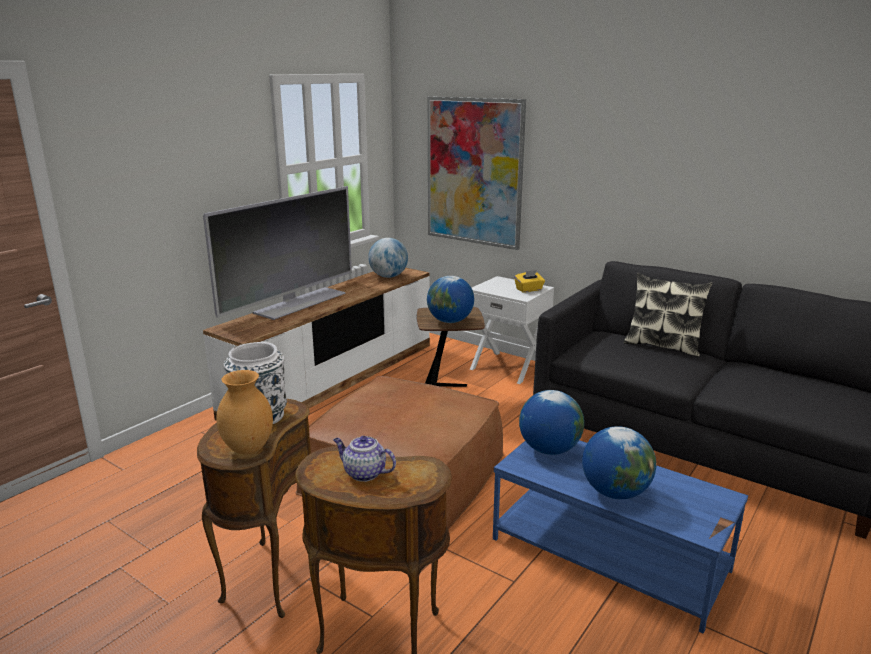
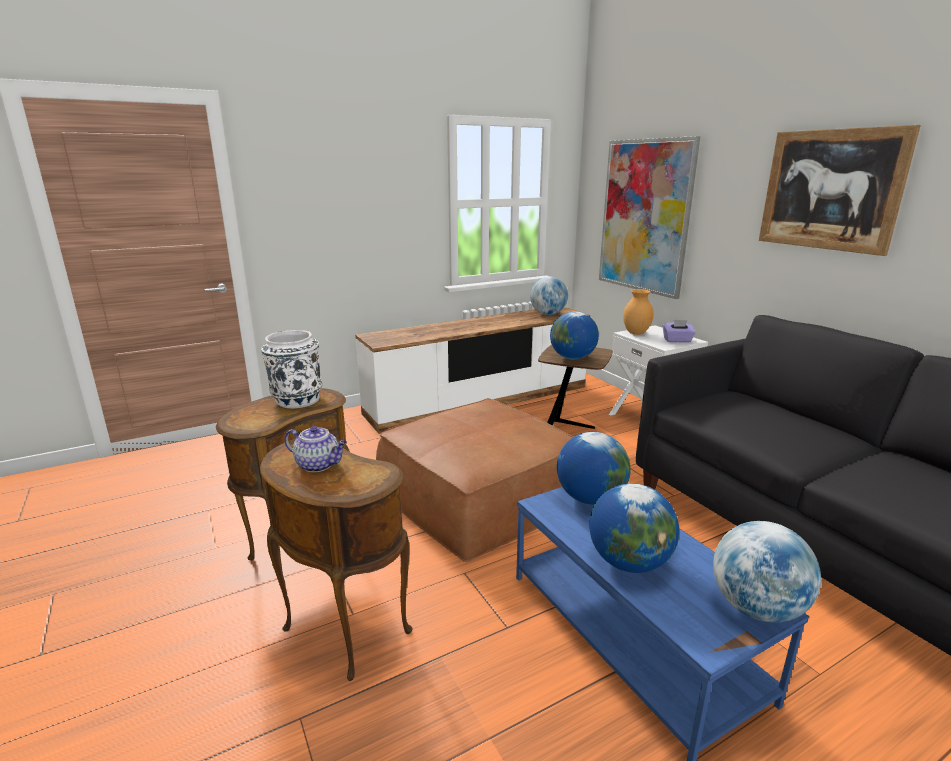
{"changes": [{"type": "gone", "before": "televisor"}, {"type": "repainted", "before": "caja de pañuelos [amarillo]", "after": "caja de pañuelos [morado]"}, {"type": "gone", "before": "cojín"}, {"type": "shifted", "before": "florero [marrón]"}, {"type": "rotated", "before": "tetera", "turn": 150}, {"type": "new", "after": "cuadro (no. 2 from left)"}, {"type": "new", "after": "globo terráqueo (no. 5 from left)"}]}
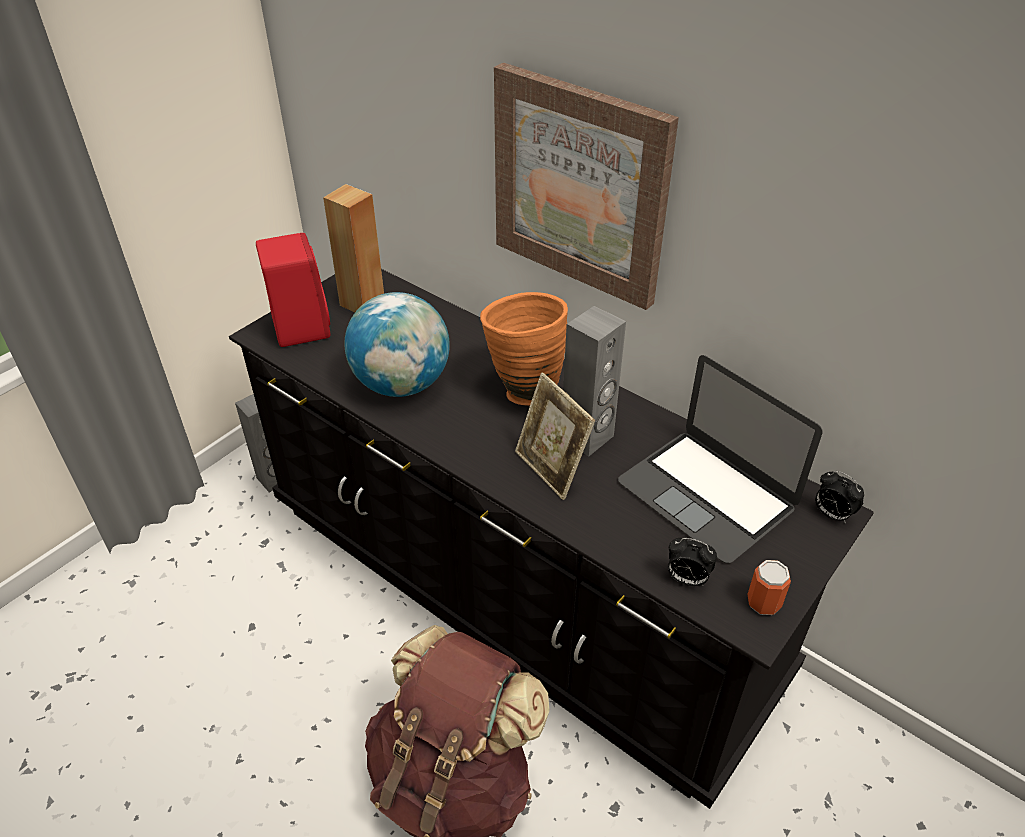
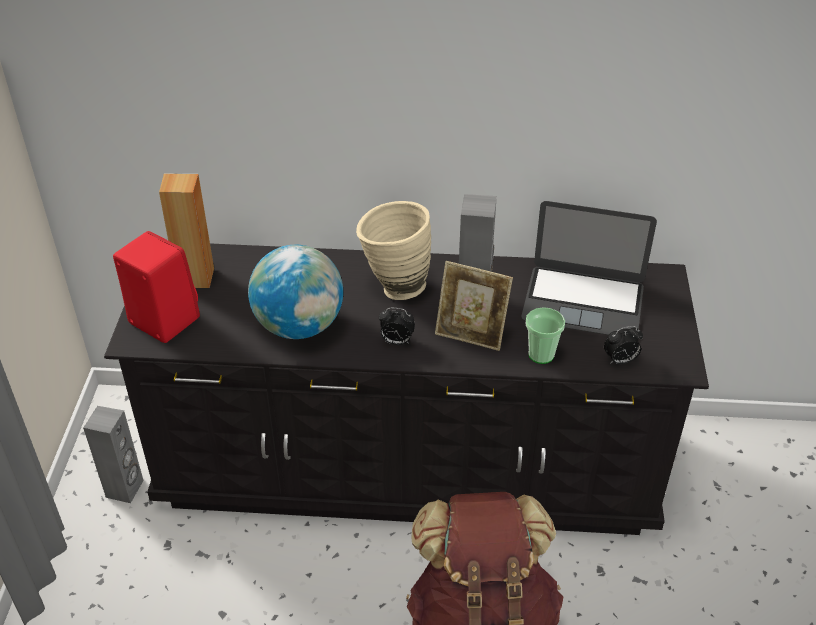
{"changes": [{"type": "gone", "before": "cuadro"}, {"type": "repainted", "before": "florero [naranja]", "after": "florero [beis]"}, {"type": "shifted", "before": "despertador (no. 2 from left in the first image)", "after": "despertador (no. 1 from left)"}, {"type": "gone", "before": "lata"}, {"type": "new", "after": "taza"}]}
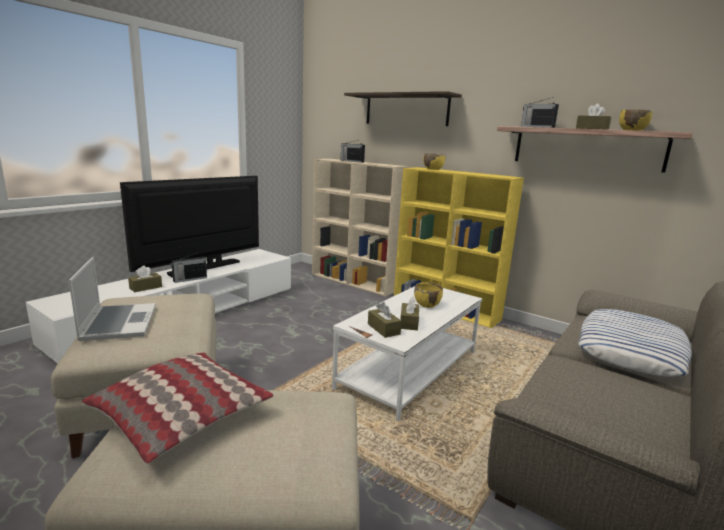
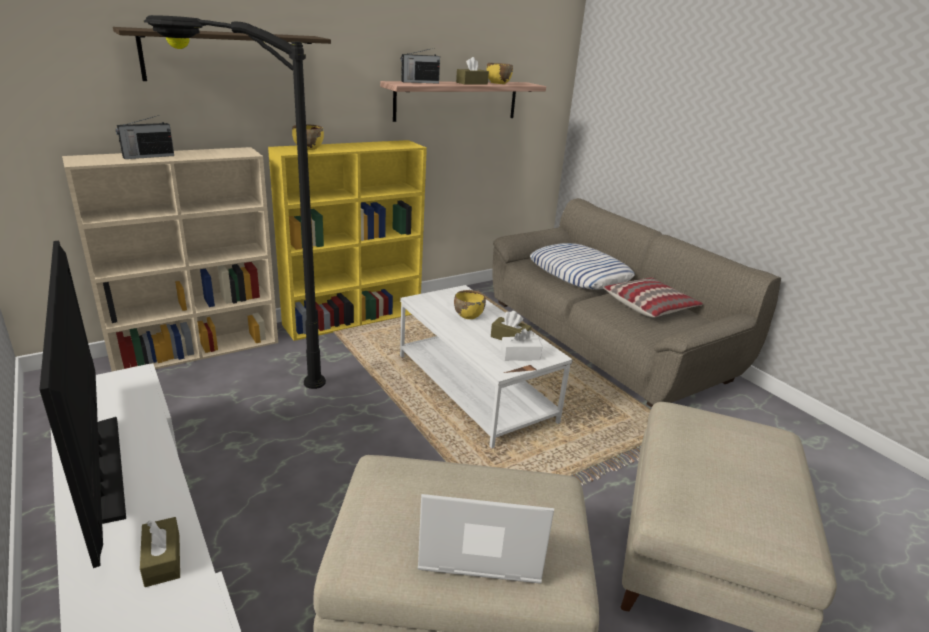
{"changes": [{"type": "gone", "before": "radio (no. 1 from left)"}, {"type": "repainted", "before": "caja de pañuelos [marrón] (no. 2 from left)", "after": "caja de pañuelos [blanco]"}, {"type": "shifted", "before": "cojín (no. 1 from left in the first image)", "after": "cojín (no. 2 from left)"}, {"type": "new", "after": "lámpara de pie [negro]"}]}
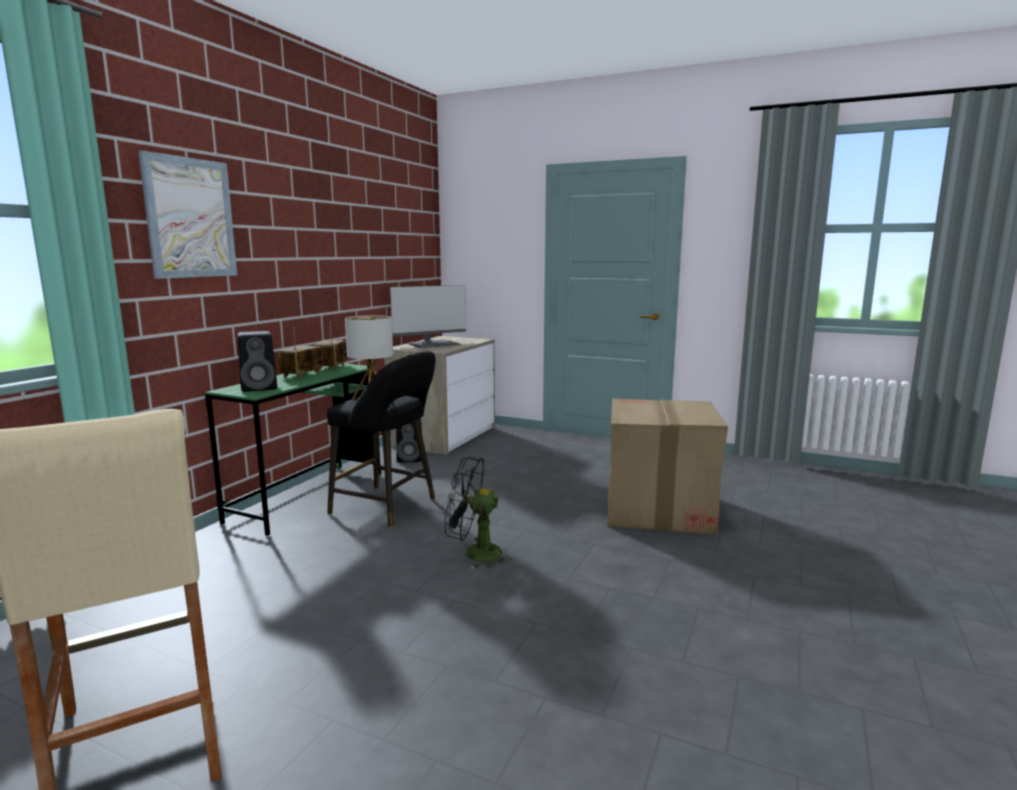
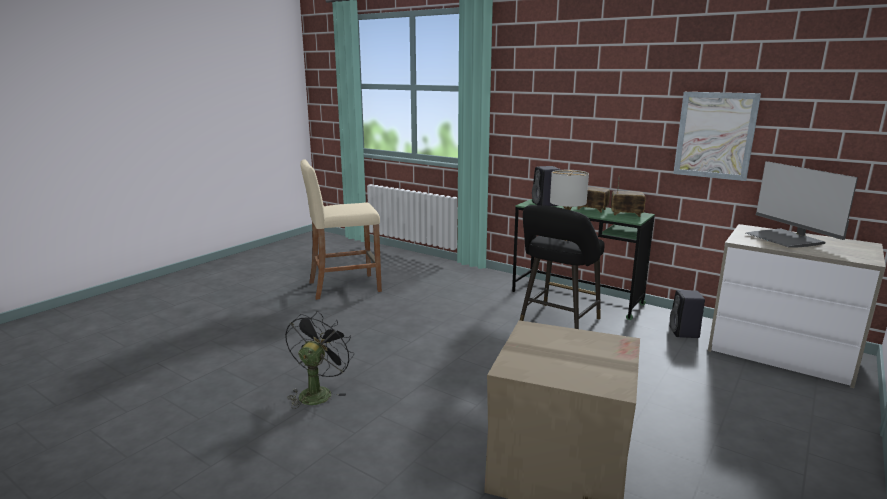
{"changes": [{"type": "shifted", "before": "cuadro"}, {"type": "shifted", "before": "ventilador [negro]"}]}
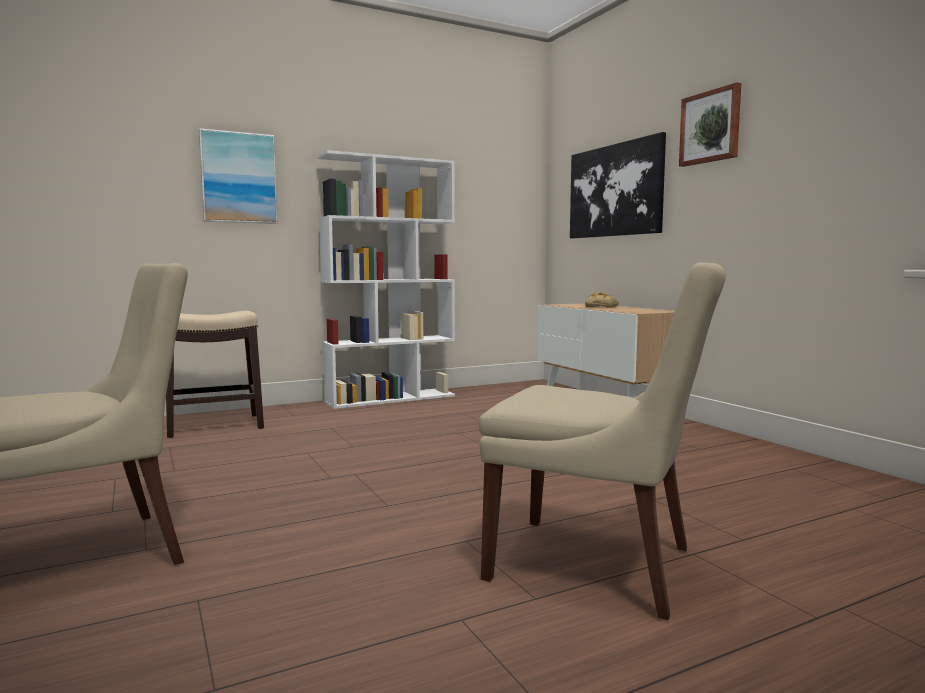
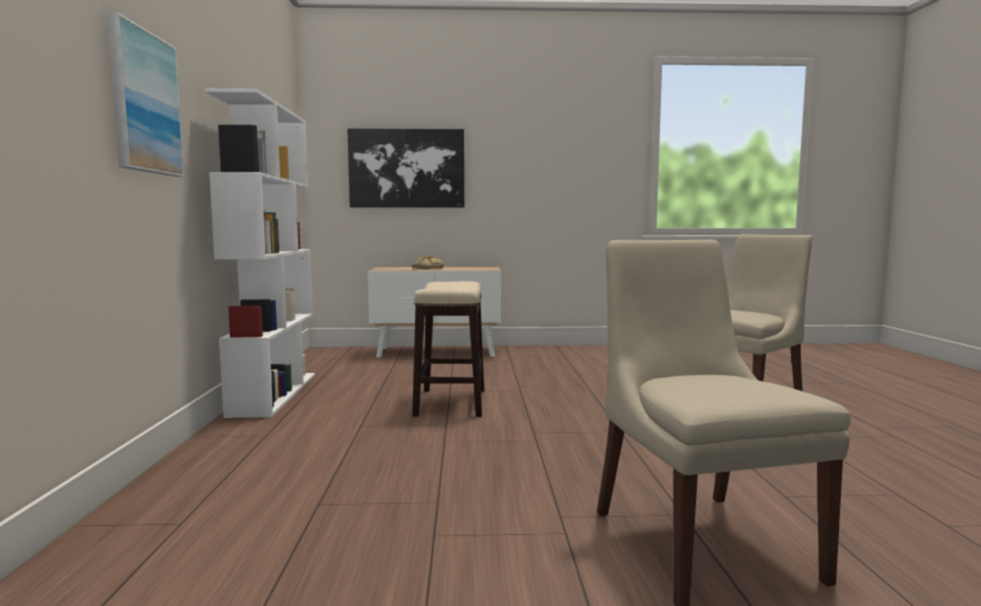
{"changes": [{"type": "gone", "before": "cuadro (no. 3 from left)"}, {"type": "shifted", "before": "taburete"}]}
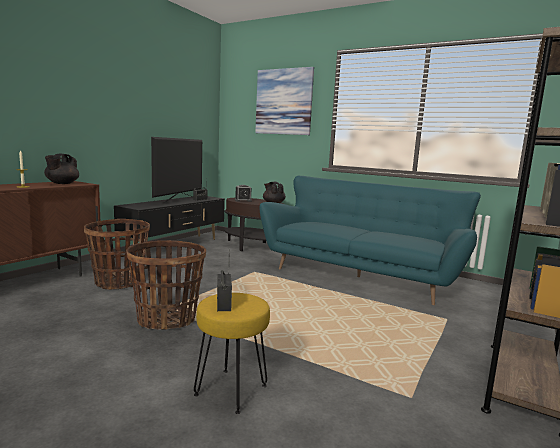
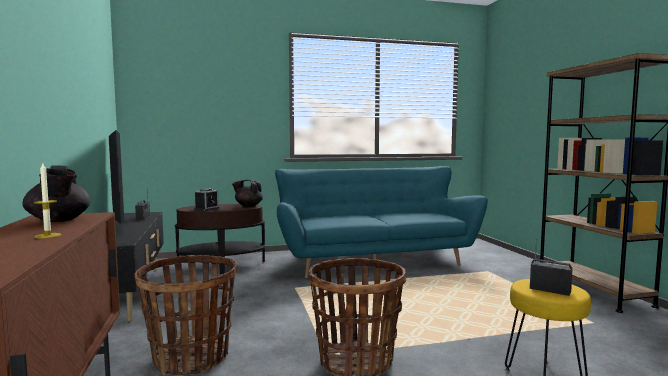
{"changes": [{"type": "gone", "before": "cuadro"}]}
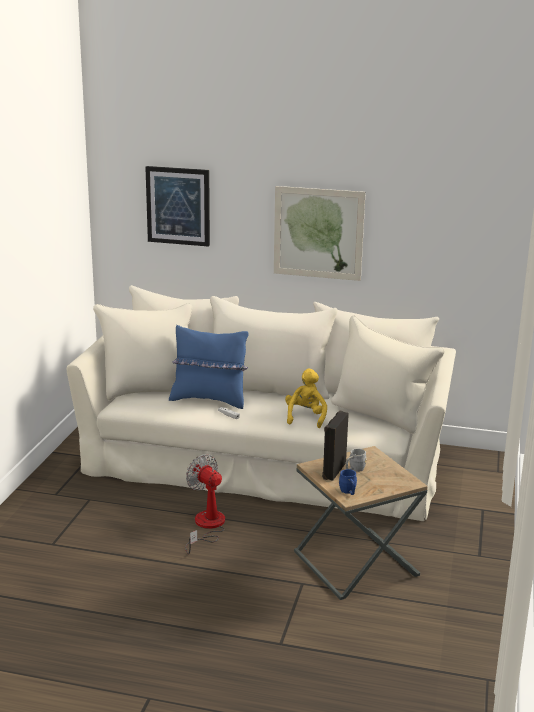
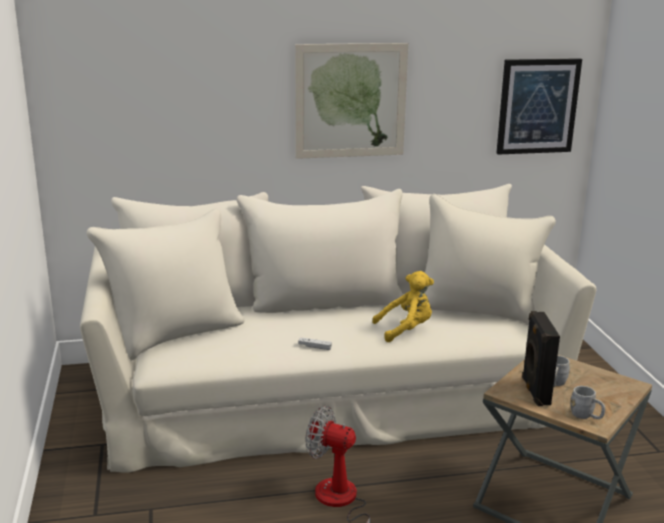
{"changes": [{"type": "shifted", "before": "cuadro (no. 1 from left in the first image)", "after": "cuadro (no. 2 from left)"}, {"type": "gone", "before": "cojín [azul]"}, {"type": "rotated", "before": "peluche [amarillo]", "turn": 90}, {"type": "repainted", "before": "taza grande [azul]", "after": "taza grande [gris] (no. 2 from left)"}]}
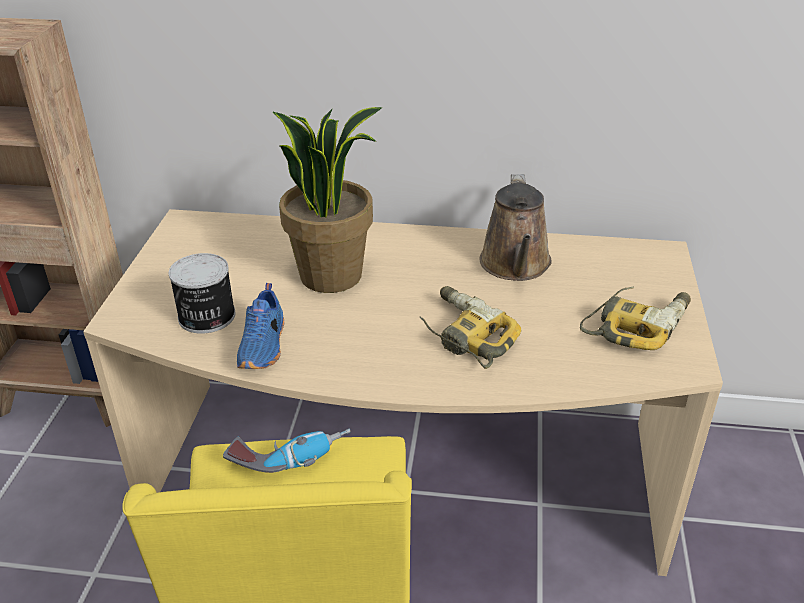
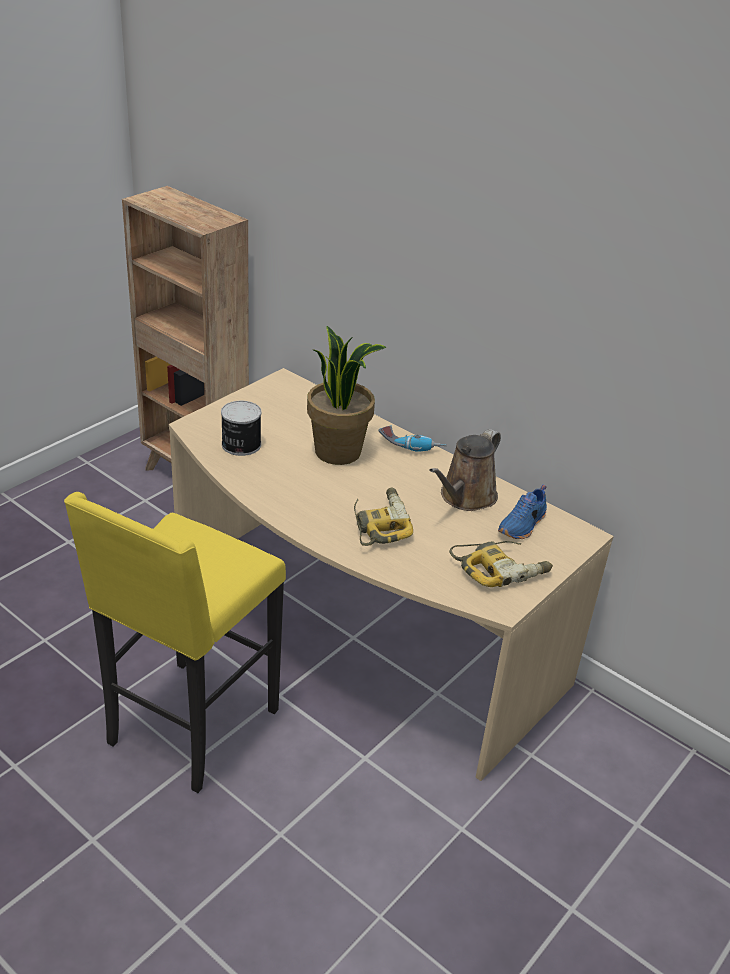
{"changes": [{"type": "shifted", "before": "zapato [azul]"}, {"type": "shifted", "before": "taladro (no. 1 from left in the first image)", "after": "taladro (no. 2 from left)"}]}
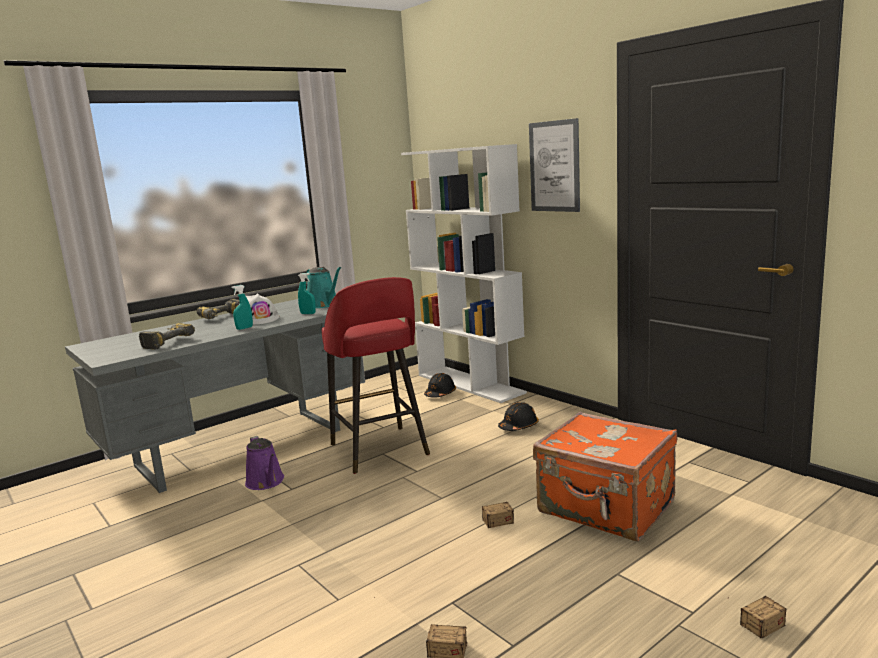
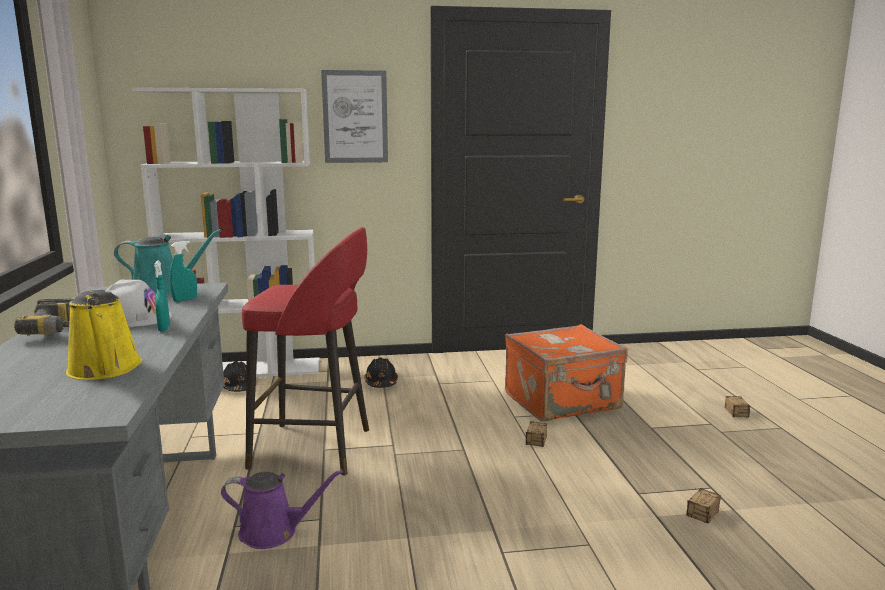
{"changes": [{"type": "swapped", "before": "taladro (no. 1 from left)", "after": "regadera [amarillo]"}]}
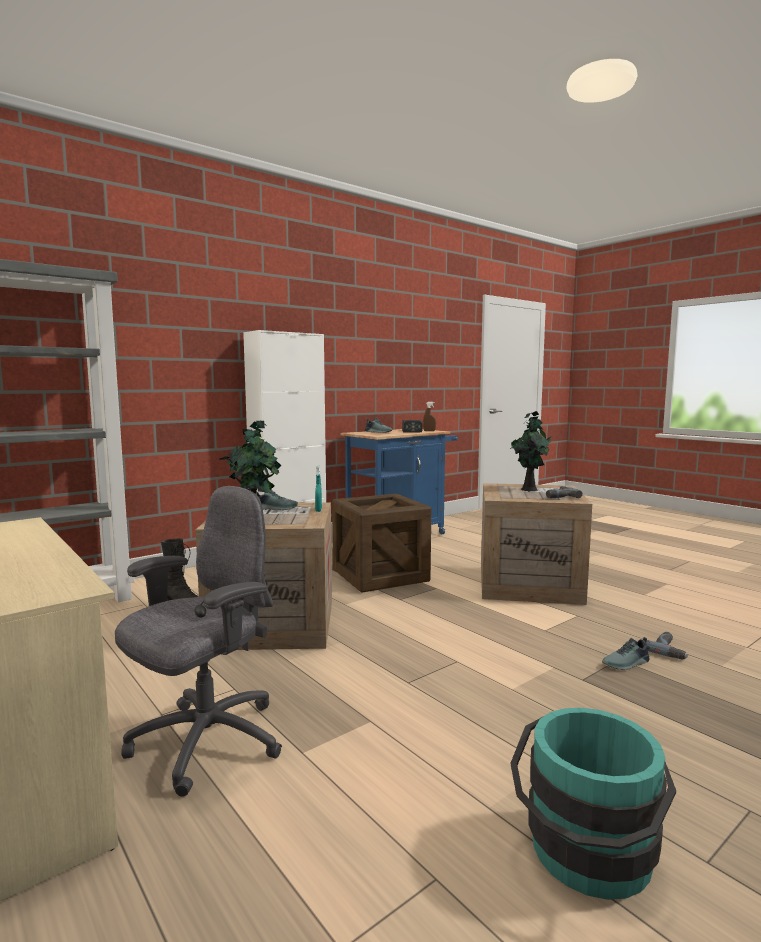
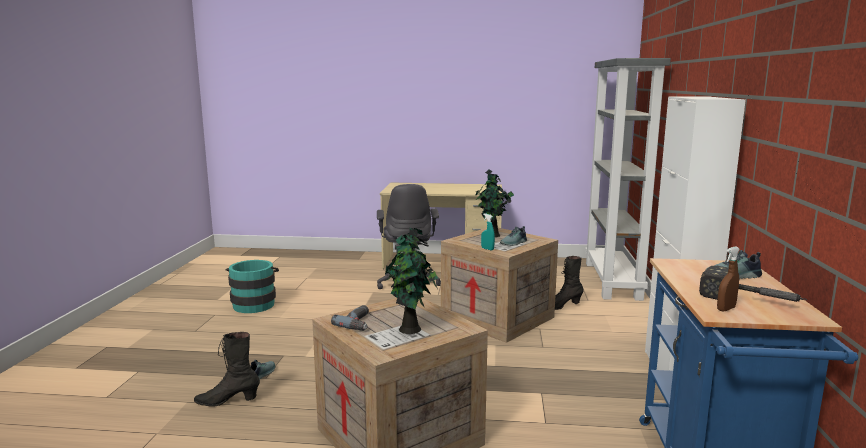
{"changes": [{"type": "gone", "before": "caja de embalaje (no. 2 from left)"}, {"type": "swapped", "before": "taladro (no. 2 from left)", "after": "bota [negro] (no. 1 from left)"}]}
